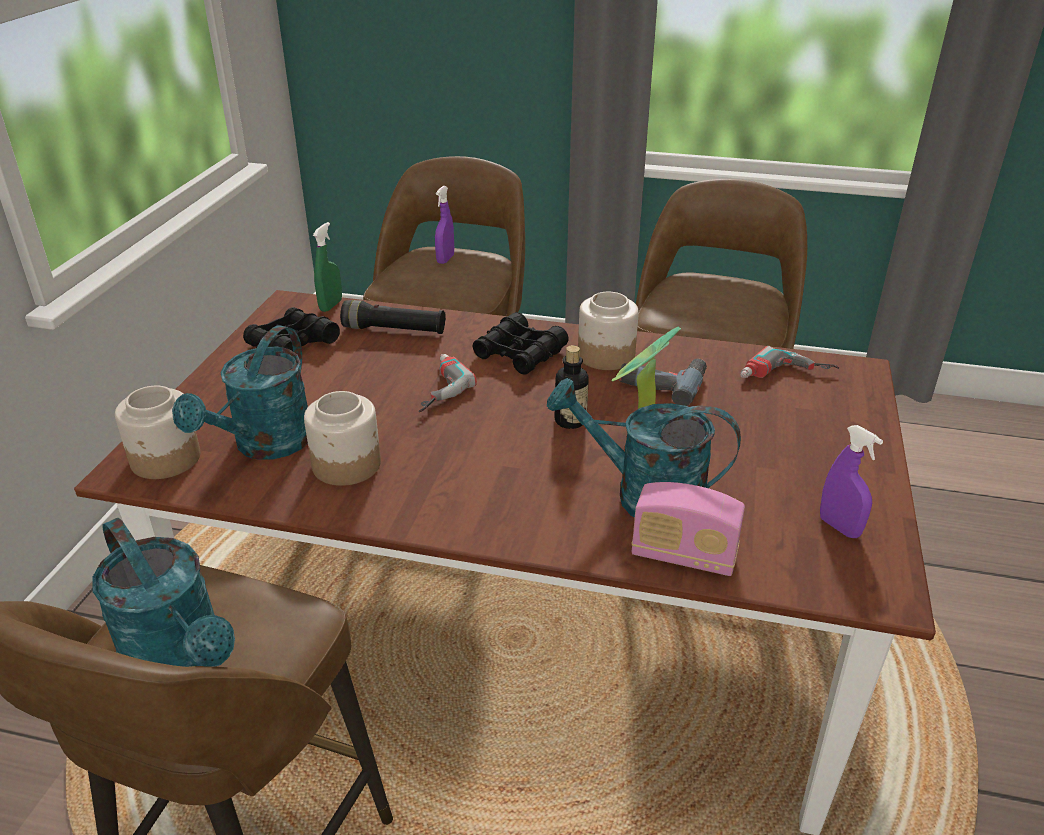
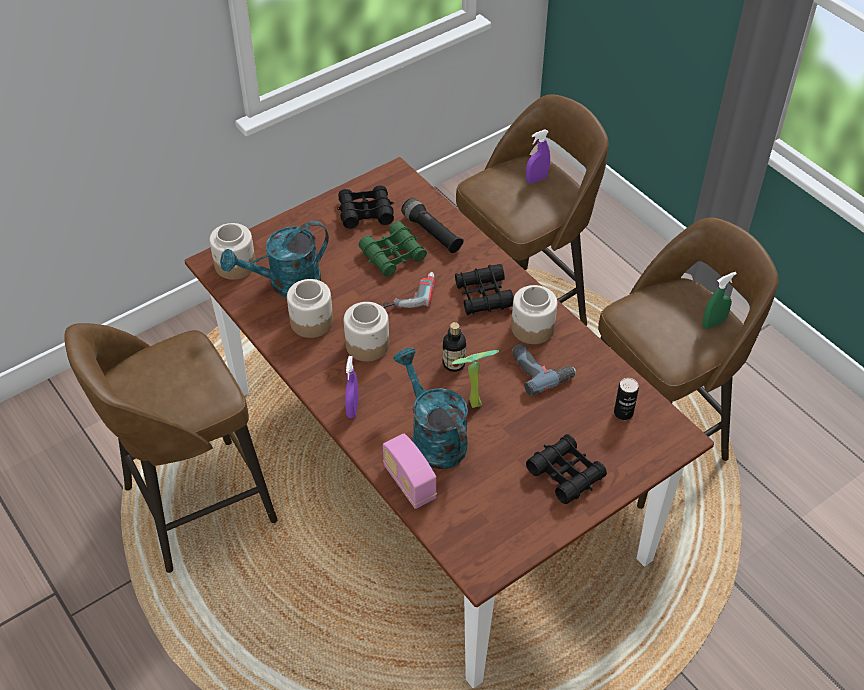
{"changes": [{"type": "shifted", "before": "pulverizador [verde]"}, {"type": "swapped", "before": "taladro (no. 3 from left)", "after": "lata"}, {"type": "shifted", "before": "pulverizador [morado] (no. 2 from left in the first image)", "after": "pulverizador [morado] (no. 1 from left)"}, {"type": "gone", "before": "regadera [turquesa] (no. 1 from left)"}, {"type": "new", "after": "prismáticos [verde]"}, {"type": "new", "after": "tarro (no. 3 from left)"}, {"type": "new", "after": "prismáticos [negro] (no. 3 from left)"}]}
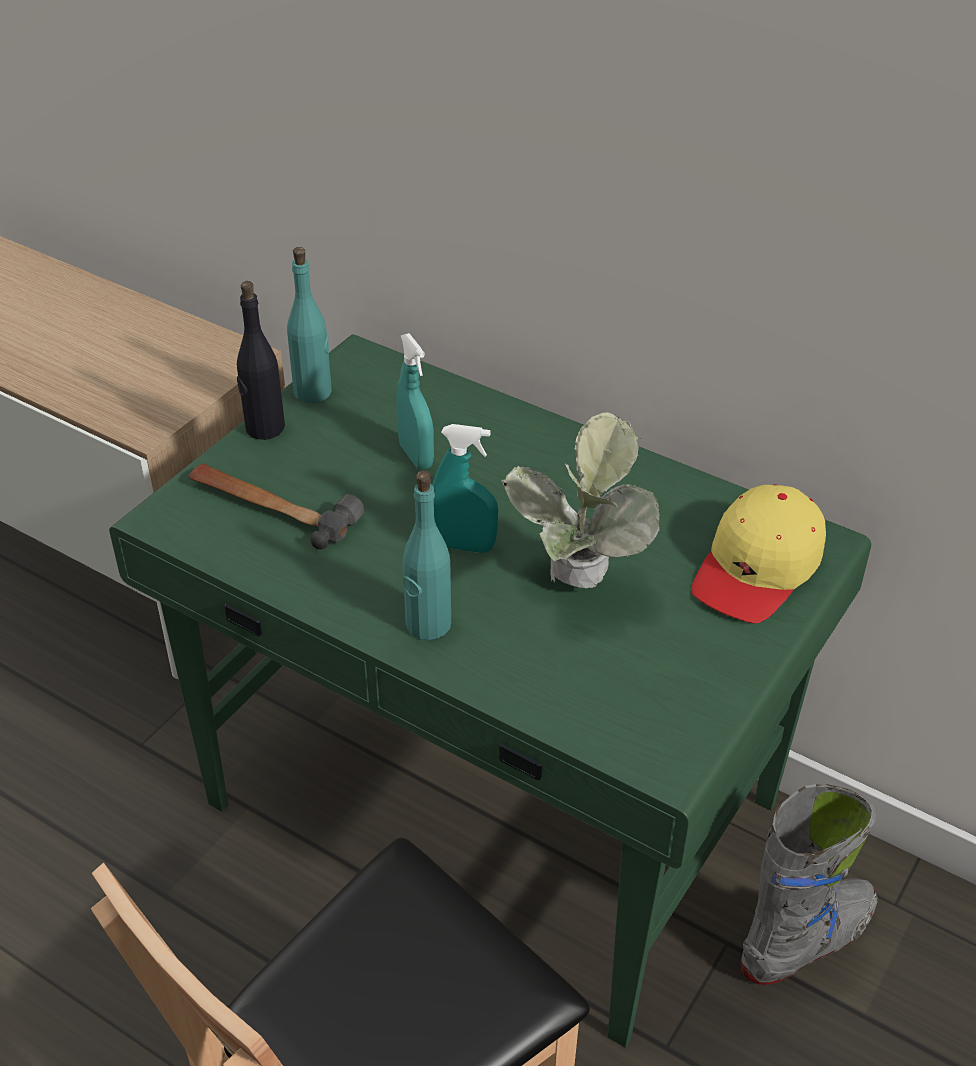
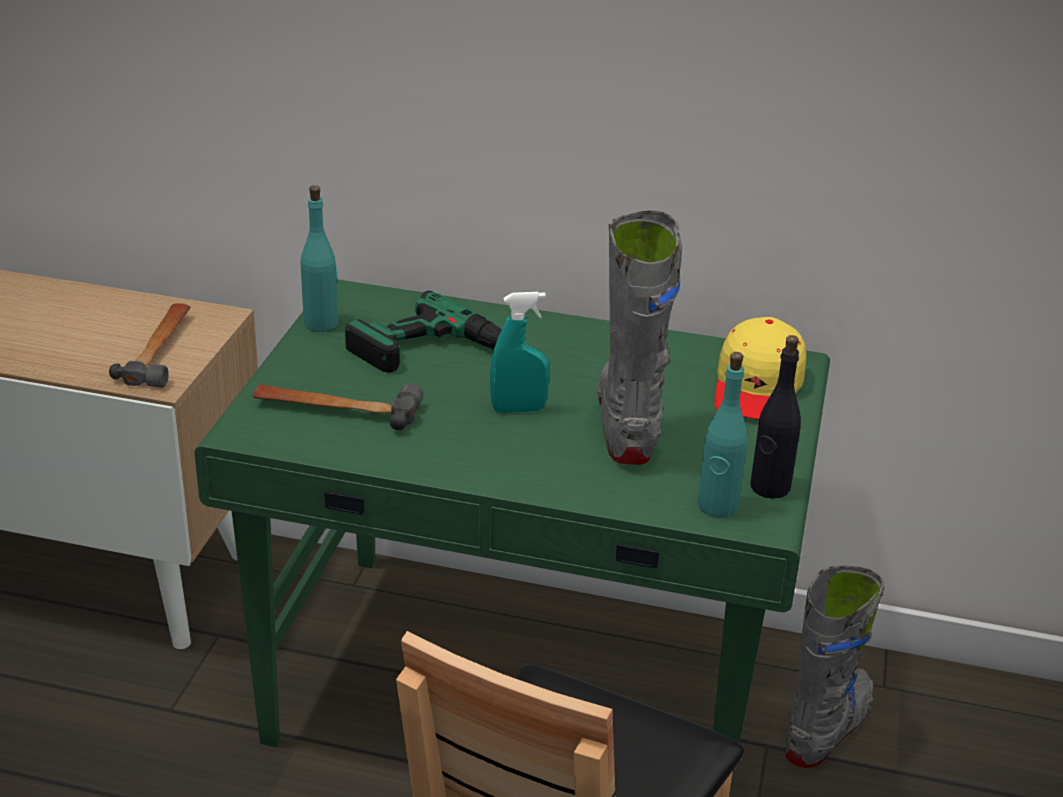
{"changes": [{"type": "shifted", "before": "botella [negro]"}, {"type": "swapped", "before": "pulverizador [turquesa] (no. 1 from left)", "after": "taladro"}, {"type": "swapped", "before": "planta en maceta", "after": "bota [gris] (no. 1 from left)"}, {"type": "shifted", "before": "botella [turquesa] (no. 2 from left)"}, {"type": "new", "after": "martillo (no. 1 from left)"}]}
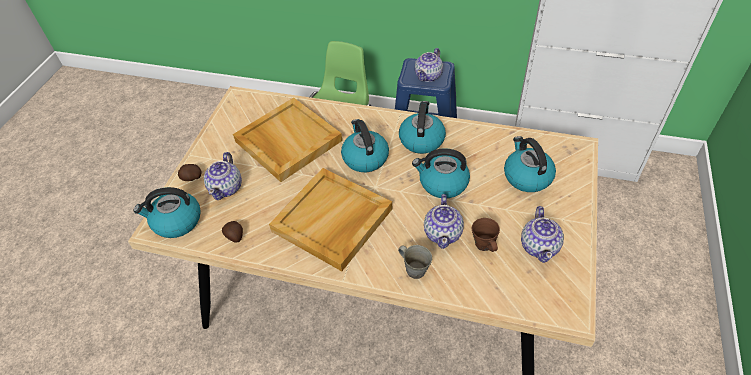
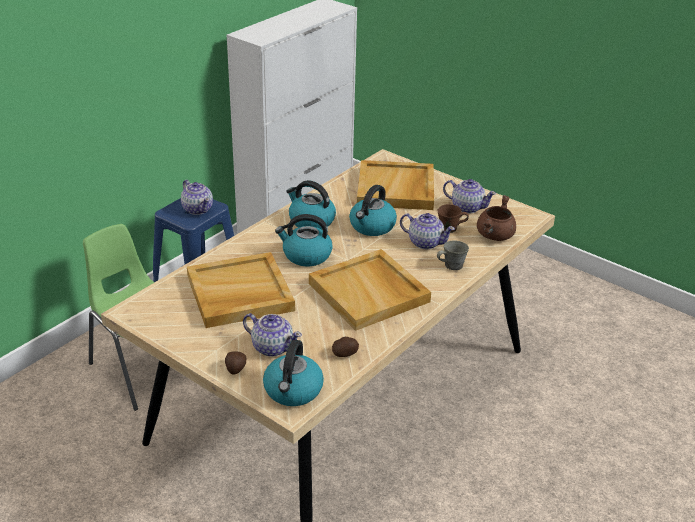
{"changes": [{"type": "swapped", "before": "hervidor (no. 5 from left)", "after": "bandeja [beis] (no. 3 from left)"}, {"type": "new", "after": "olla [marrón]"}]}
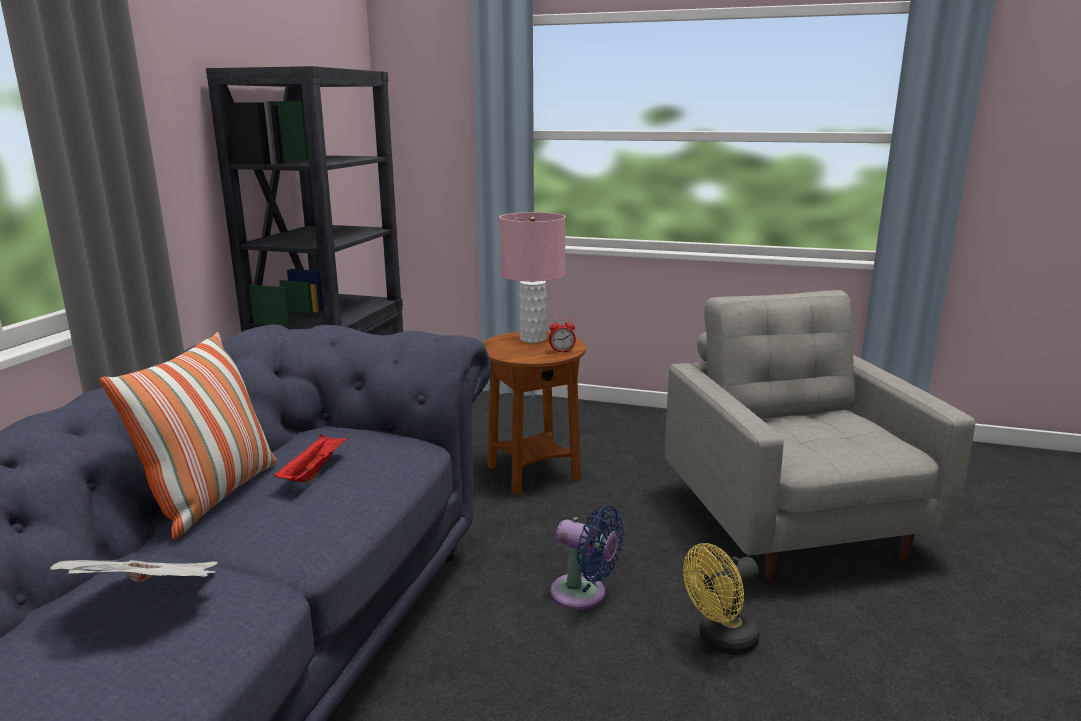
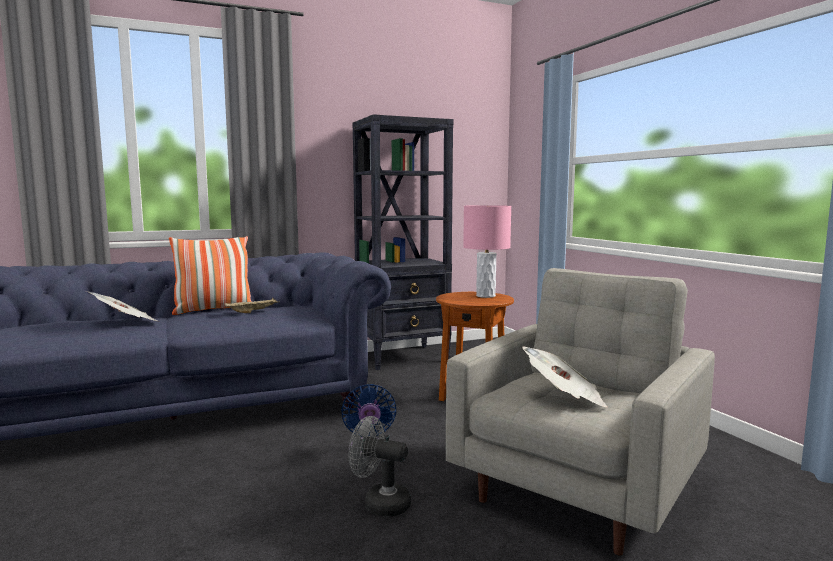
{"changes": [{"type": "gone", "before": "despertador"}, {"type": "repainted", "before": "bandeja [rojo]", "after": "bandeja [beis]"}, {"type": "repainted", "before": "ventilador [amarillo]", "after": "ventilador [gris]"}, {"type": "new", "after": "periódico (no. 2 from left)"}]}
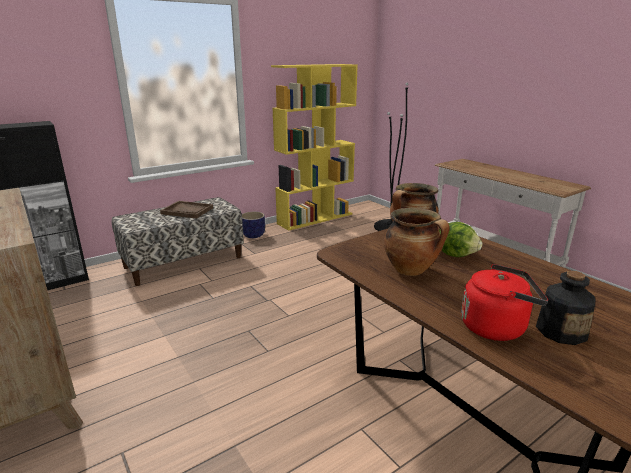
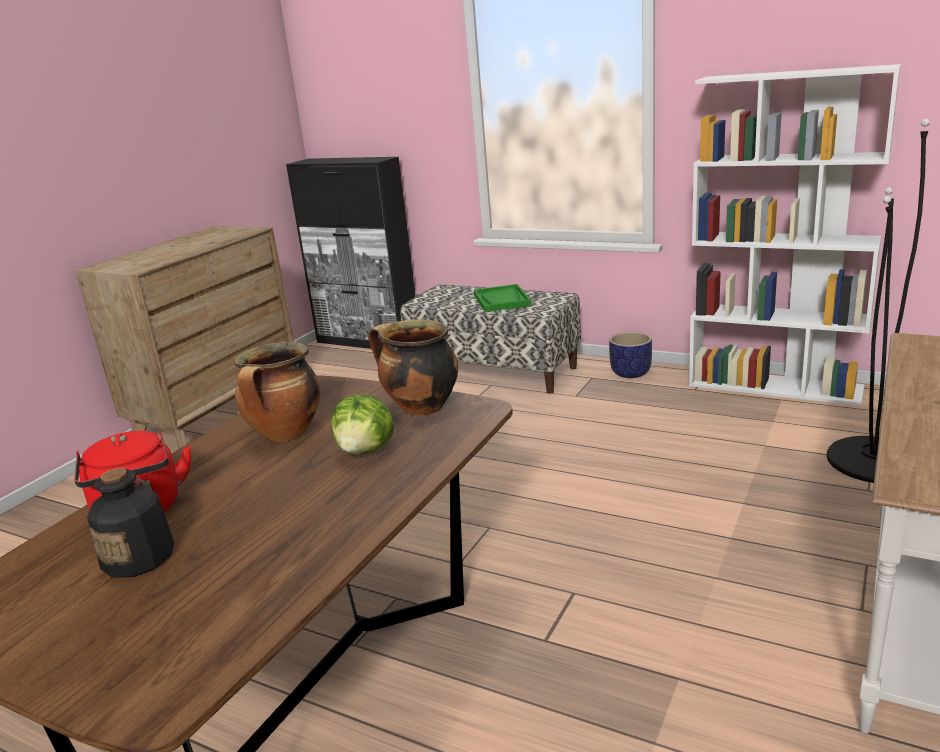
{"changes": [{"type": "repainted", "before": "estantería [amarillo]", "after": "estantería [blanco]"}, {"type": "repainted", "before": "bandeja [marrón]", "after": "bandeja [verde]"}]}
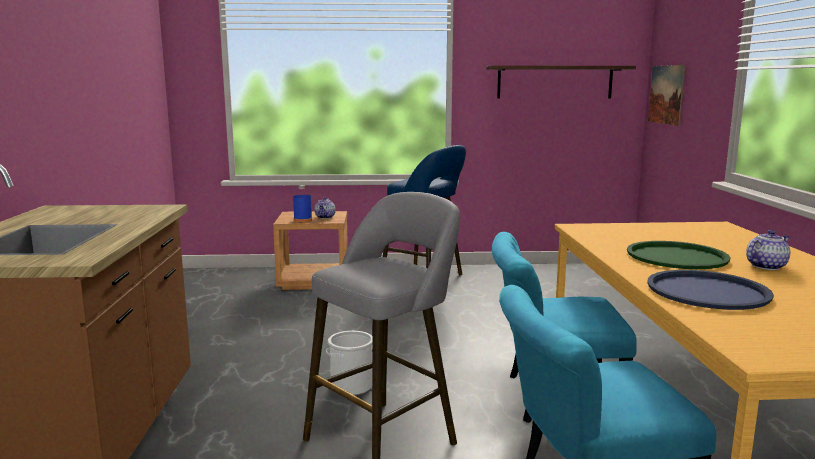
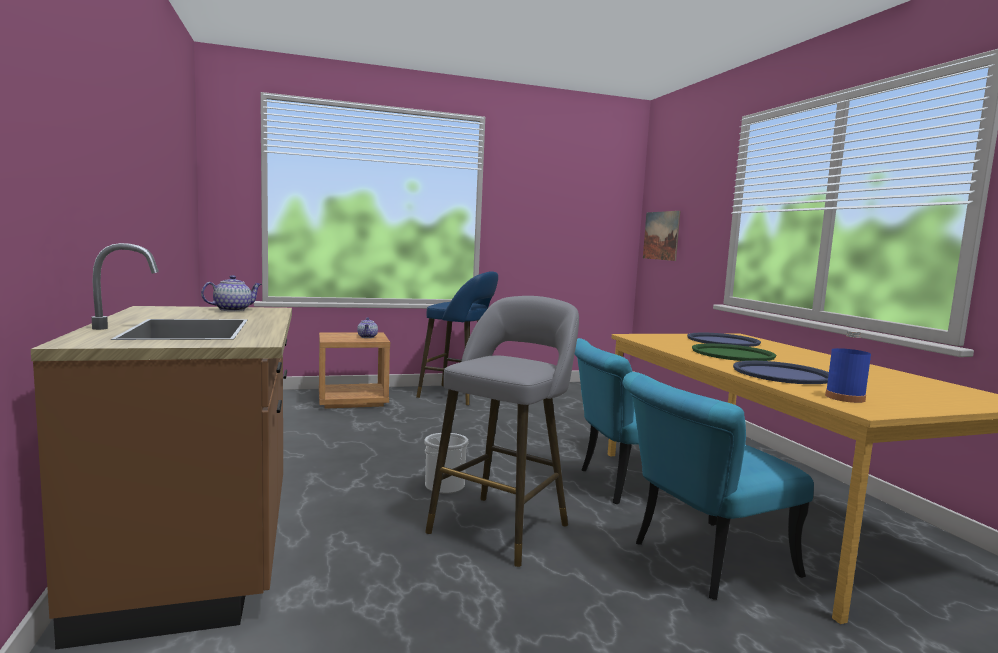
{"changes": [{"type": "gone", "before": "estante"}, {"type": "shifted", "before": "botella [azul]"}, {"type": "shifted", "before": "tetera (no. 2 from left in the first image)", "after": "tetera (no. 1 from left)"}, {"type": "new", "after": "bandeja [azul] (no. 1 from left)"}]}
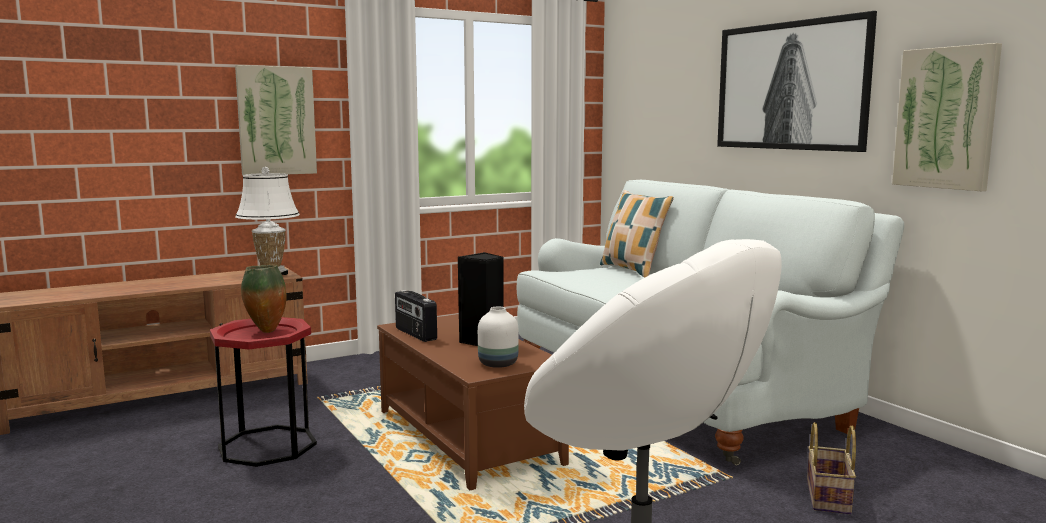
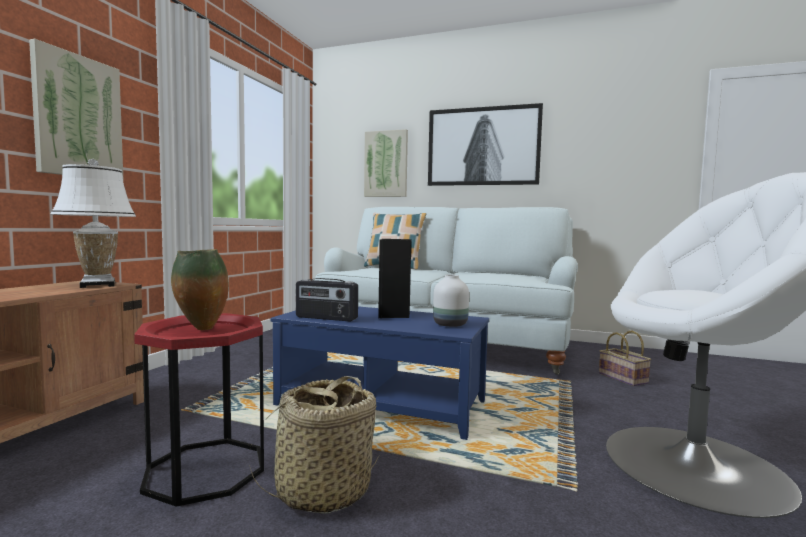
{"changes": [{"type": "shifted", "before": "cuadro (no. 3 from left in the first image)", "after": "cuadro (no. 2 from left)"}, {"type": "repainted", "before": "mesa de centro [marrón]", "after": "mesa de centro [azul]"}, {"type": "new", "after": "cesta (no. 1 from left)"}]}
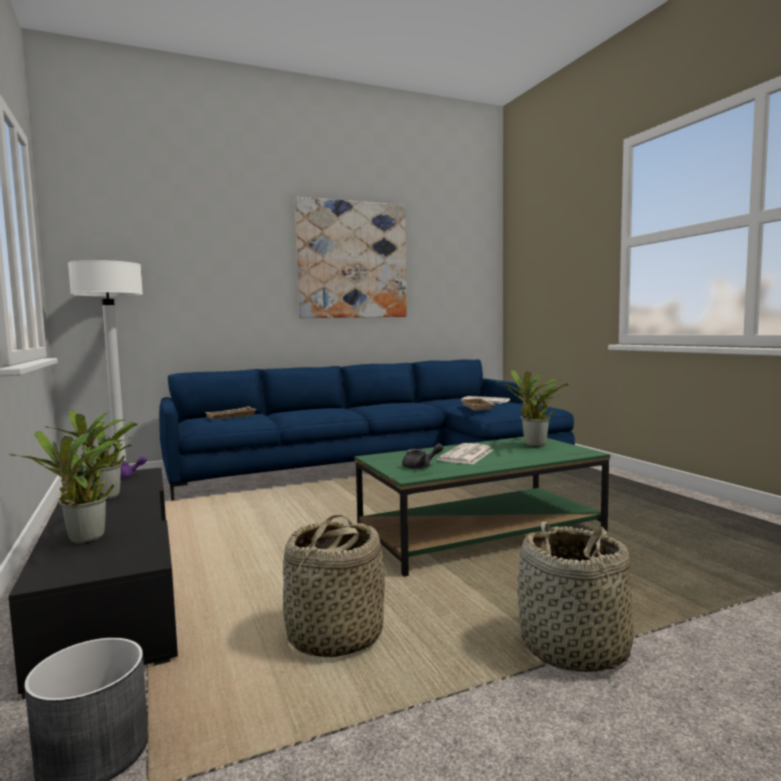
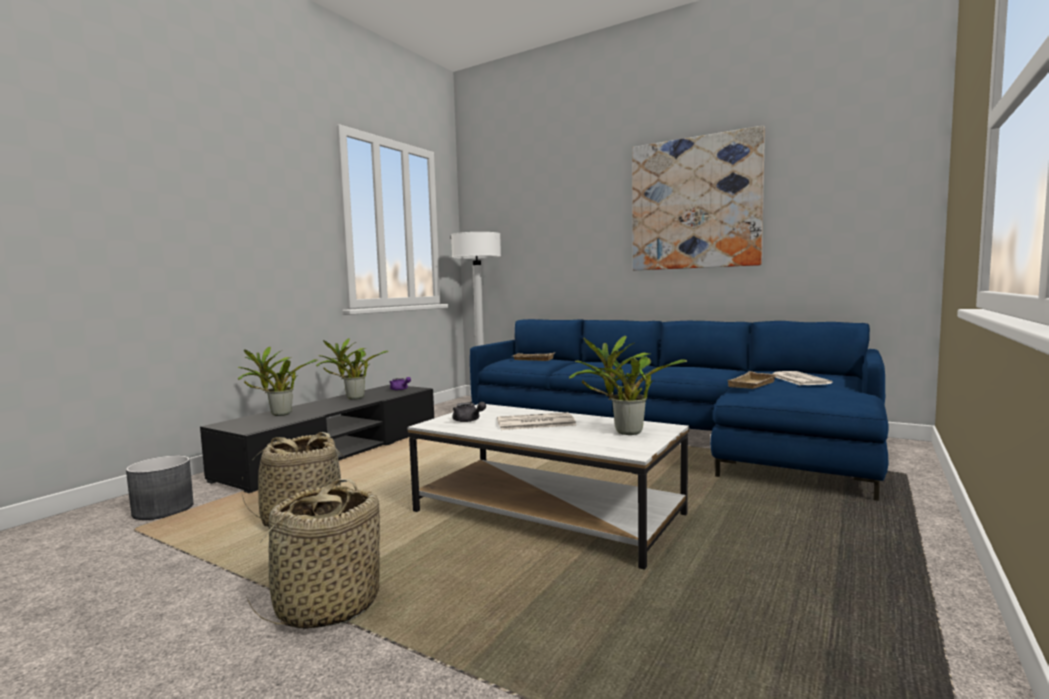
{"changes": [{"type": "repainted", "before": "mesa de centro [verde]", "after": "mesa de centro [blanco]"}]}
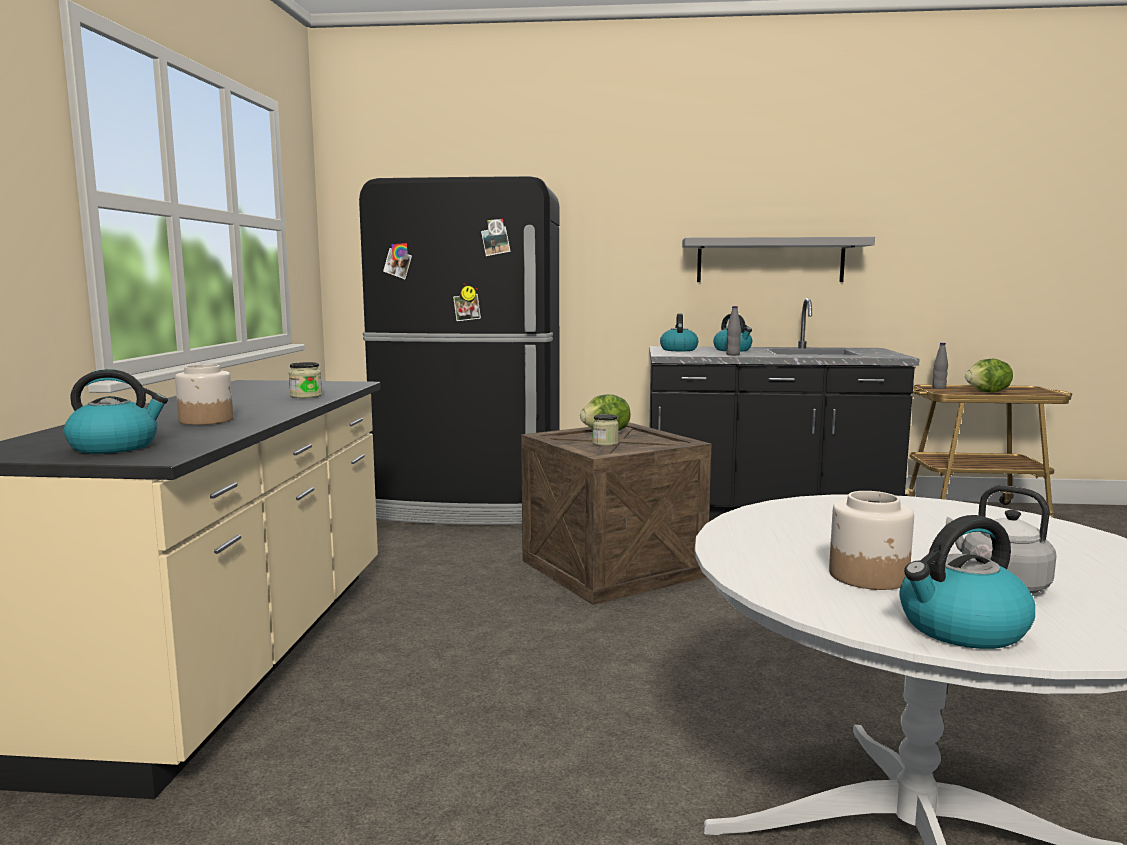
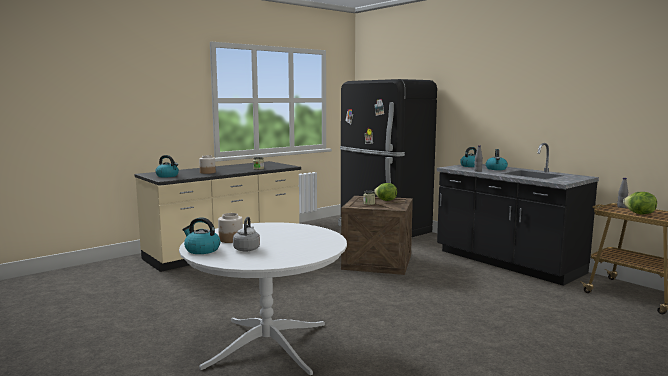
{"changes": [{"type": "gone", "before": "estante [gris]"}]}
